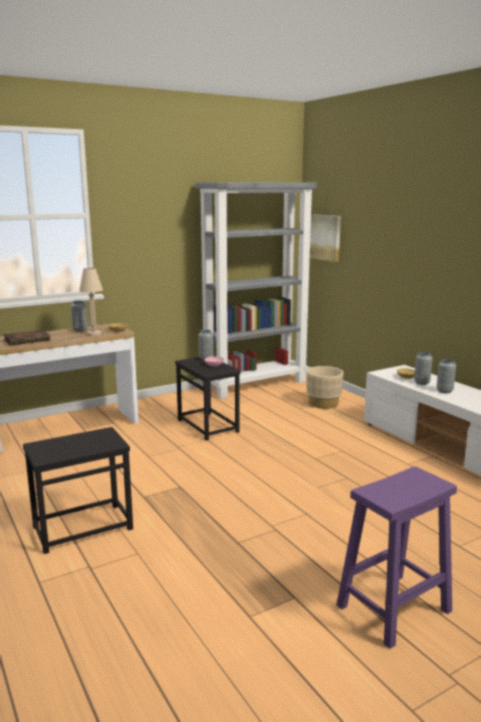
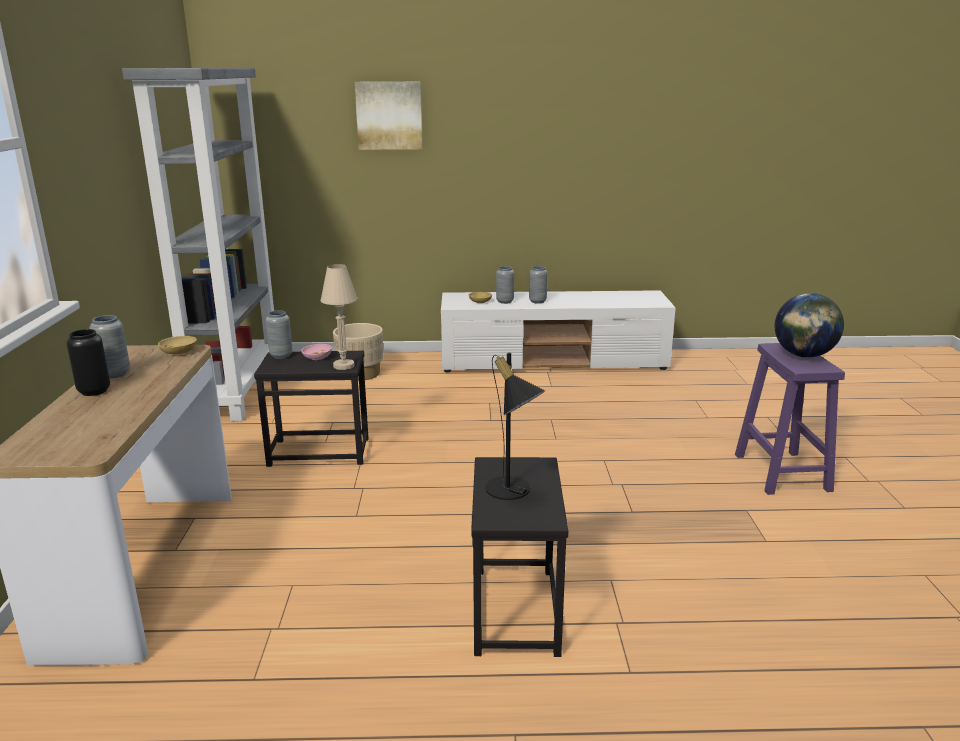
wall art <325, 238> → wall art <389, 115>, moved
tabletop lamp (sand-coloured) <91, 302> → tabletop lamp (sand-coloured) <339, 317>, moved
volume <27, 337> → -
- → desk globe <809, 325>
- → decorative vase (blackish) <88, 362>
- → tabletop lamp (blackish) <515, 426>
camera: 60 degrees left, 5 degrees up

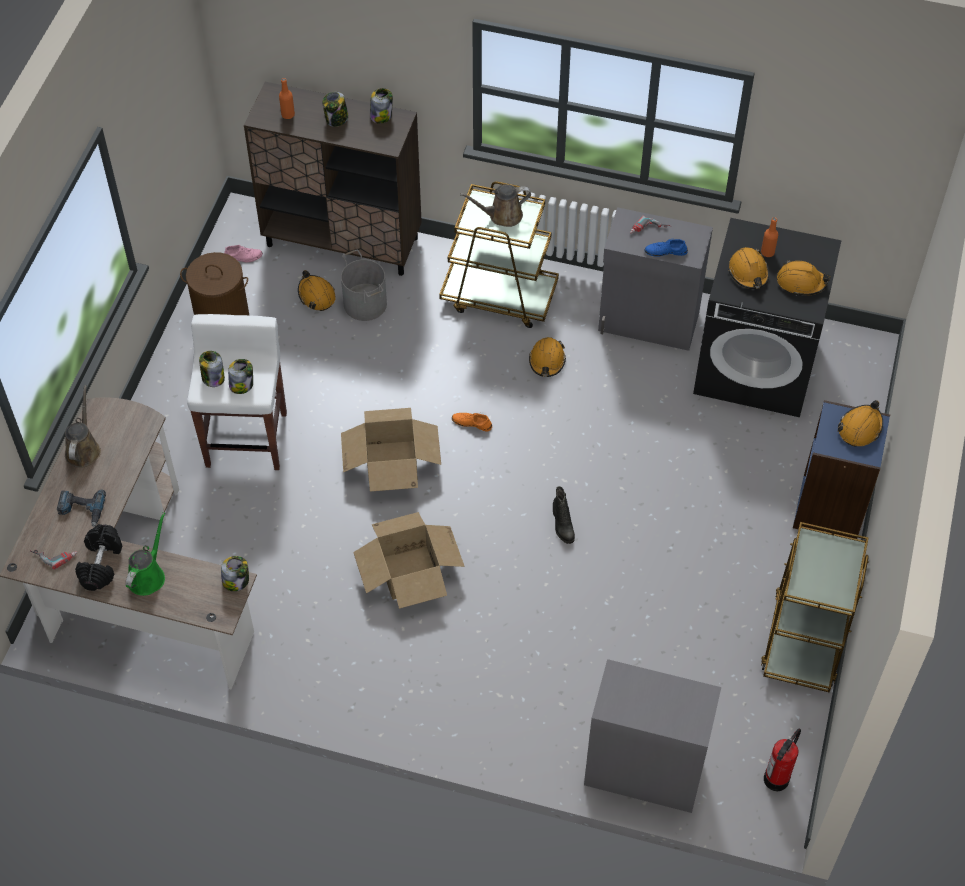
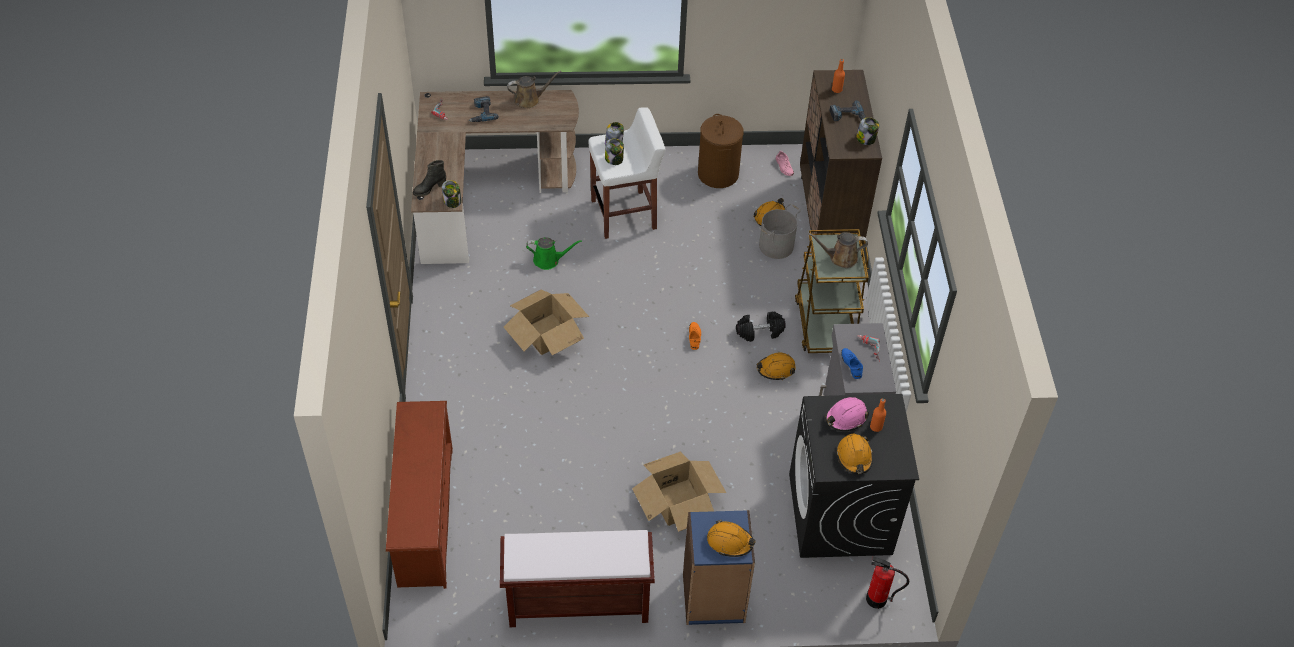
storage jar <335, 109> → electric drill <847, 110>
watering pot (brown-coloured) <495, 205> → watering pot (brown-coloured) <838, 250>, 60 degrees counterclockwise
hard hat (orange-coloured) <748, 268> → hard hat (pink) <847, 414>
packing box <391, 450> → packing box <679, 491>, moved
boot (blackish) <564, 515> → boot (blackish) <429, 178>, moved
watering pot (green-coloured) <145, 554> → watering pot (green-coloured) <554, 253>, moved
cart (brown-coloured) <815, 607> → bench (brown-coloured) <577, 578>
free weight (blackish) <98, 557> → free weight (blackish) <761, 327>, moved
cabinet (gray) <652, 736> → shoe shelf (brown-coloured) <419, 495>
fire-fighting cylinder <782, 759> → fire-fighting cylinder <887, 582>, moved
camera: 70 degrees right, 5 degrees down

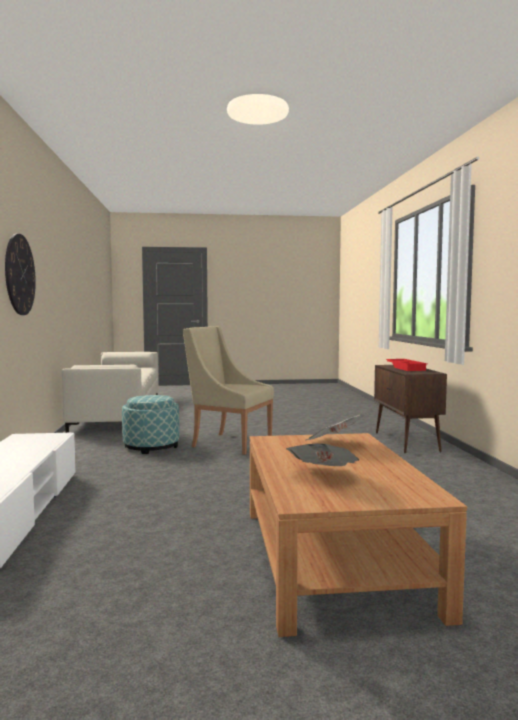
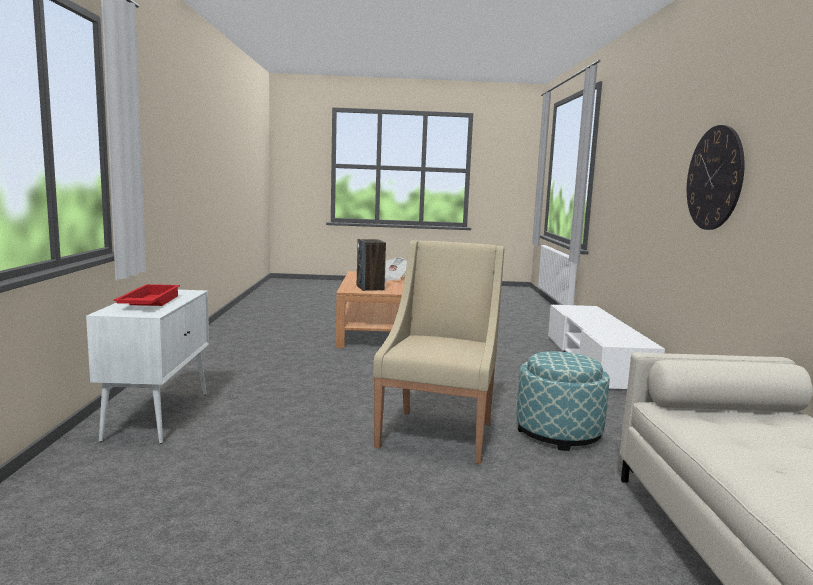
easy chair (sand-coloured) <228, 391> → easy chair (sand-coloured) <438, 352>, 105 degrees counterclockwise
cabinet (brown-coloured) <410, 409> → cabinet (whitish) <147, 367>
printed paper <335, 427> → audio speaker <371, 265>
camera: 175 degrees left, 5 degrees up

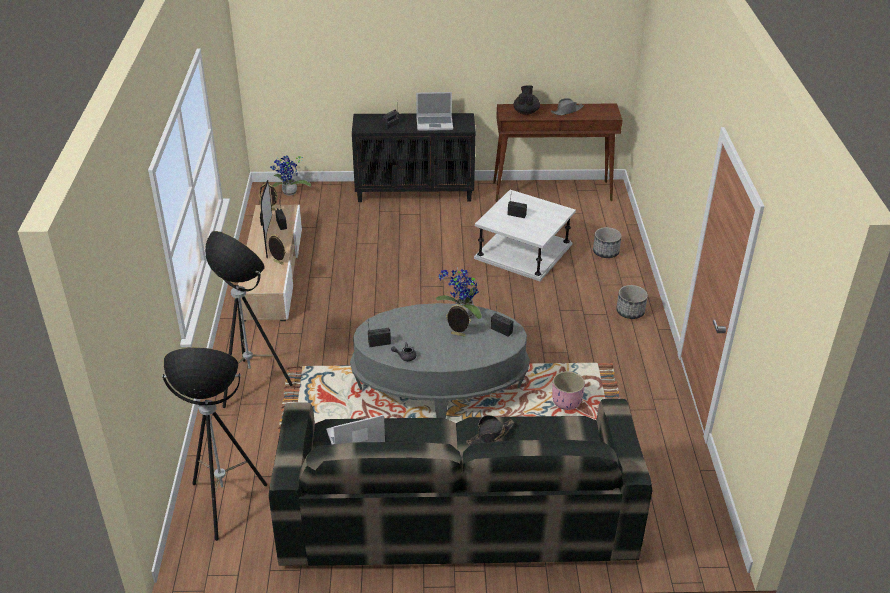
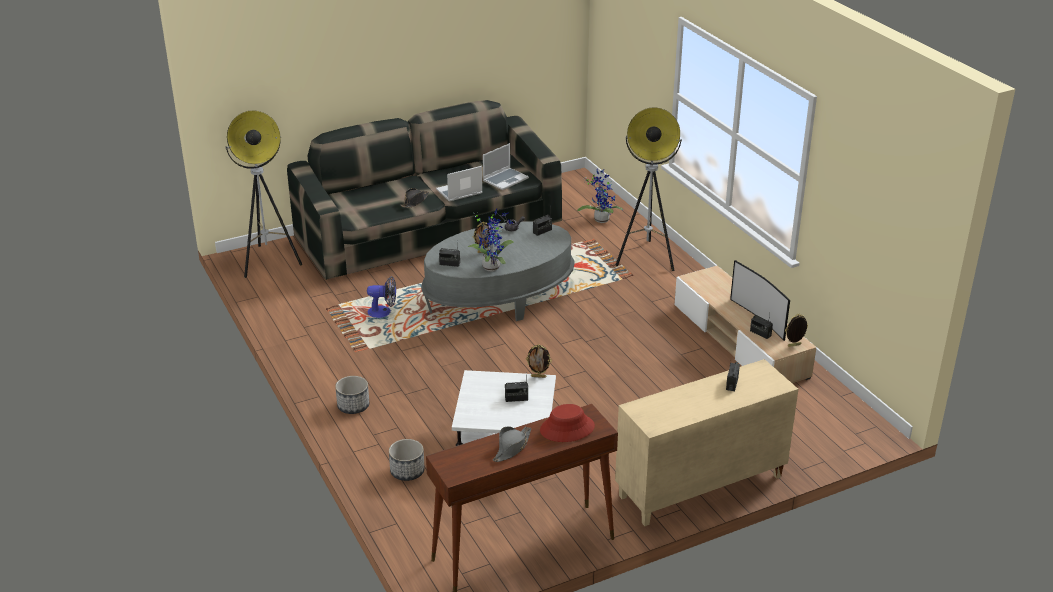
tea pot (blackish) <527, 100> → clothing hat (red) <567, 423>
laptop <434, 111> → laptop <459, 183>, moved
cabinet (blackish) <414, 157> → cabinet (sand-coloured) <706, 442>
plant in a pot <290, 176> → plant in a pot <600, 196>, moved
picture frame <277, 249> → picture frame <539, 361>, moved
standing lamp <214, 444> → standing lamp <263, 194>, moved
planter (pink) <568, 390> → fan <381, 297>
camera: 155 degrees right, 5 degrees down

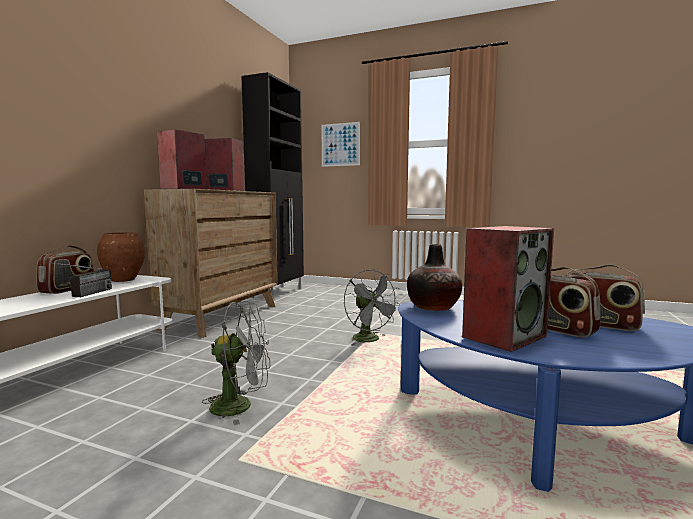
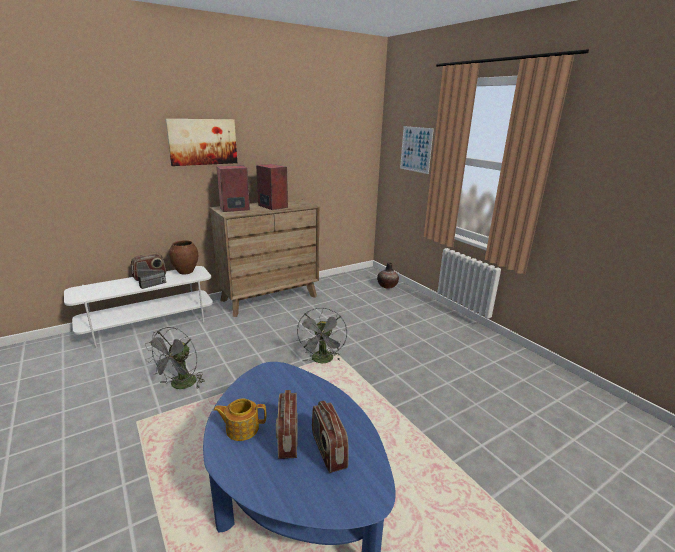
cabinet (blackish) <272, 186> → -
audio speaker <508, 289> → tea pot <239, 419>
decorative vase <434, 277> → decorative vase <388, 275>, moved
fan (gray) <235, 363> → fan (gray) <175, 358>, 75 degrees clockwise
- → wall art <201, 142>
camera: 35 degrees right, 15 degrees up

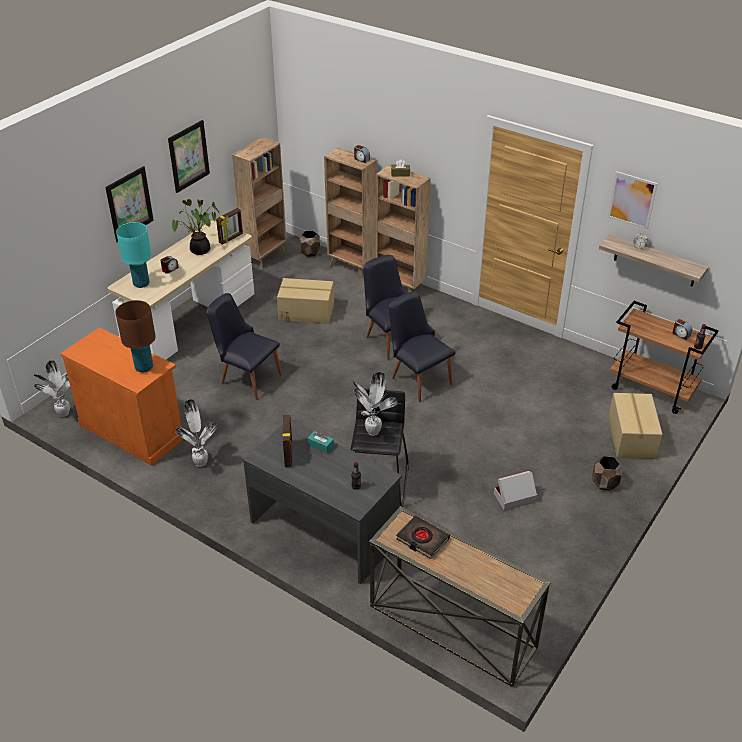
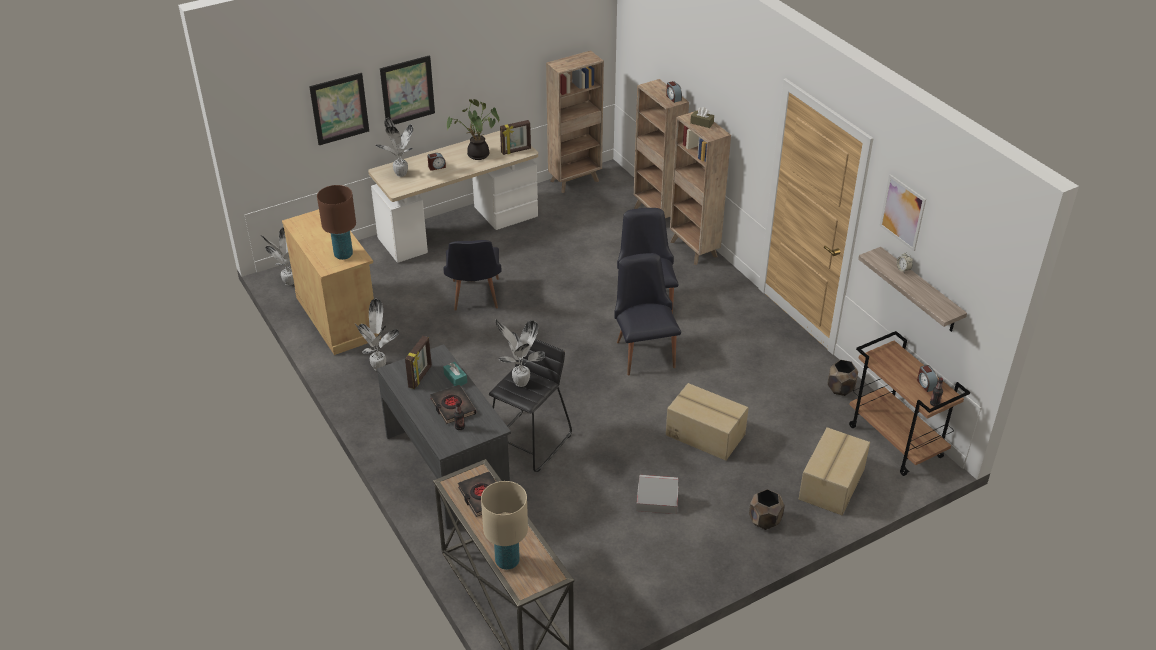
wall art <189, 156> → wall art <339, 109>, moved
tabletop lamp (blue-green) <133, 255> → plant in a pot <394, 147>
planter (brown-coloured) <310, 244> → planter (brown-coloured) <843, 378>, moved
packing box <305, 301> → packing box <707, 422>, moved
plain chair (blackish) <244, 346> → plain chair (blackish) <472, 275>, 150 degrees counterclockwise
cabinet (orange-coloured) <121, 396> → cabinet (sand-coloured) <331, 282>
- → volume (blackish) <453, 404>
- → tabletop lamp (sand-coloured) <504, 525>
camera: 25 degrees right, 0 degrees up

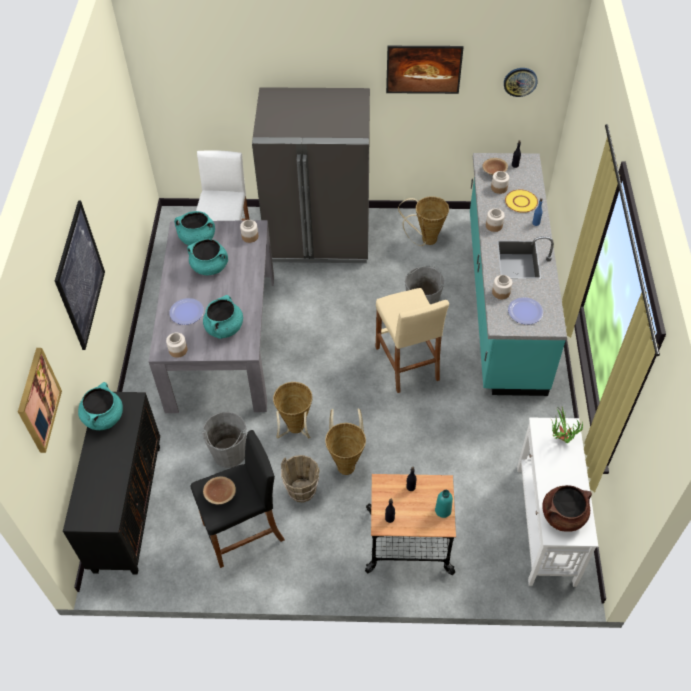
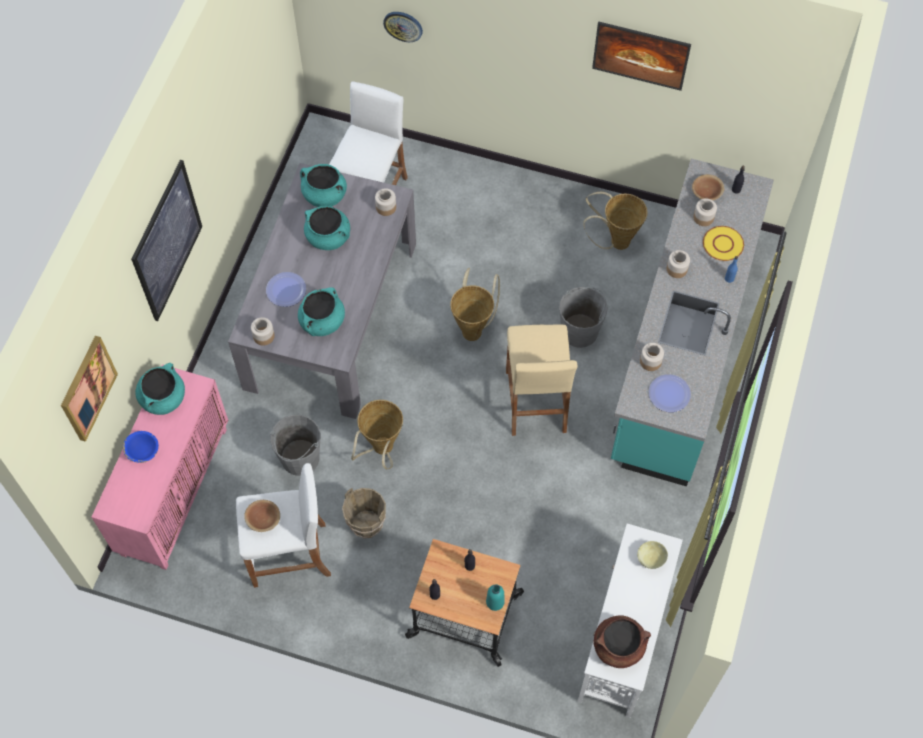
wall clock <521, 82> → wall clock <403, 27>, moved
refrigerator (gray) <311, 175> → -
cabinet (blackish) <111, 483> → cabinet (pink) <159, 467>
plant in a pot <567, 425> → deep dish (sand-coloured) <652, 555>
household basket <345, 442> → household basket <475, 304>, moved
stool seat (blackish) <237, 499> → stool seat (whitish) <283, 525>
- → deep dish (bluish) <141, 447>
camera: 15 degrees right, 10 degrees up

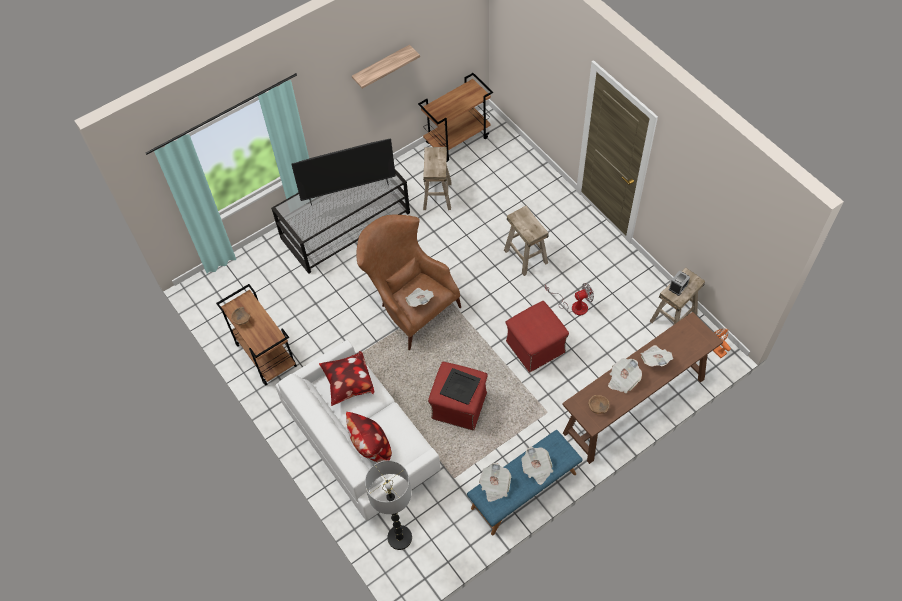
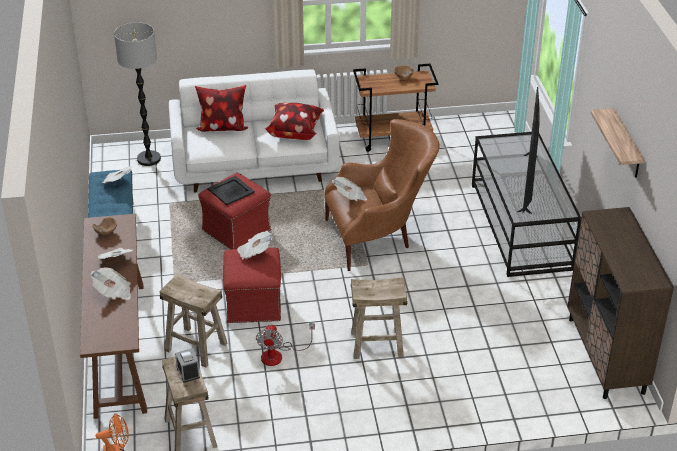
cart (brown-coloured) <455, 117> → cabinet (brown-coloured) <620, 303>
stool seat (sand-coloured) <437, 178> → stool seat (sand-coloured) <194, 320>, moved
printed paper <537, 466> → printed paper <255, 245>, moved
camera: 115 degrees right, 20 degrees down

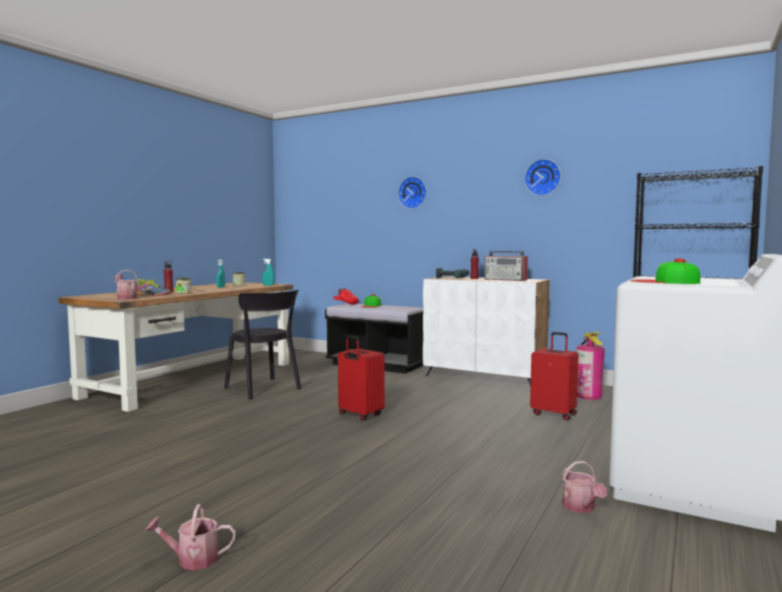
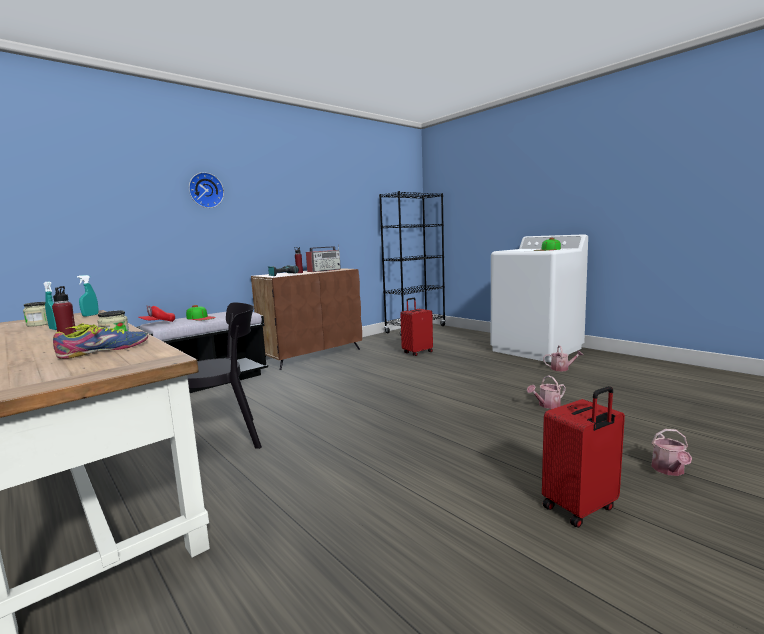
wall clock <542, 177> → -
watering pot <126, 285> → watering pot <546, 392>, moved
cabinet (whitish) <486, 331> → cabinet (brown-coloured) <306, 319>
fire-fighting cylinder <590, 366> → -
travel case (red) <361, 378> → travel case (red) <583, 457>, moved
camera: 70 degrees left, 5 degrees up

